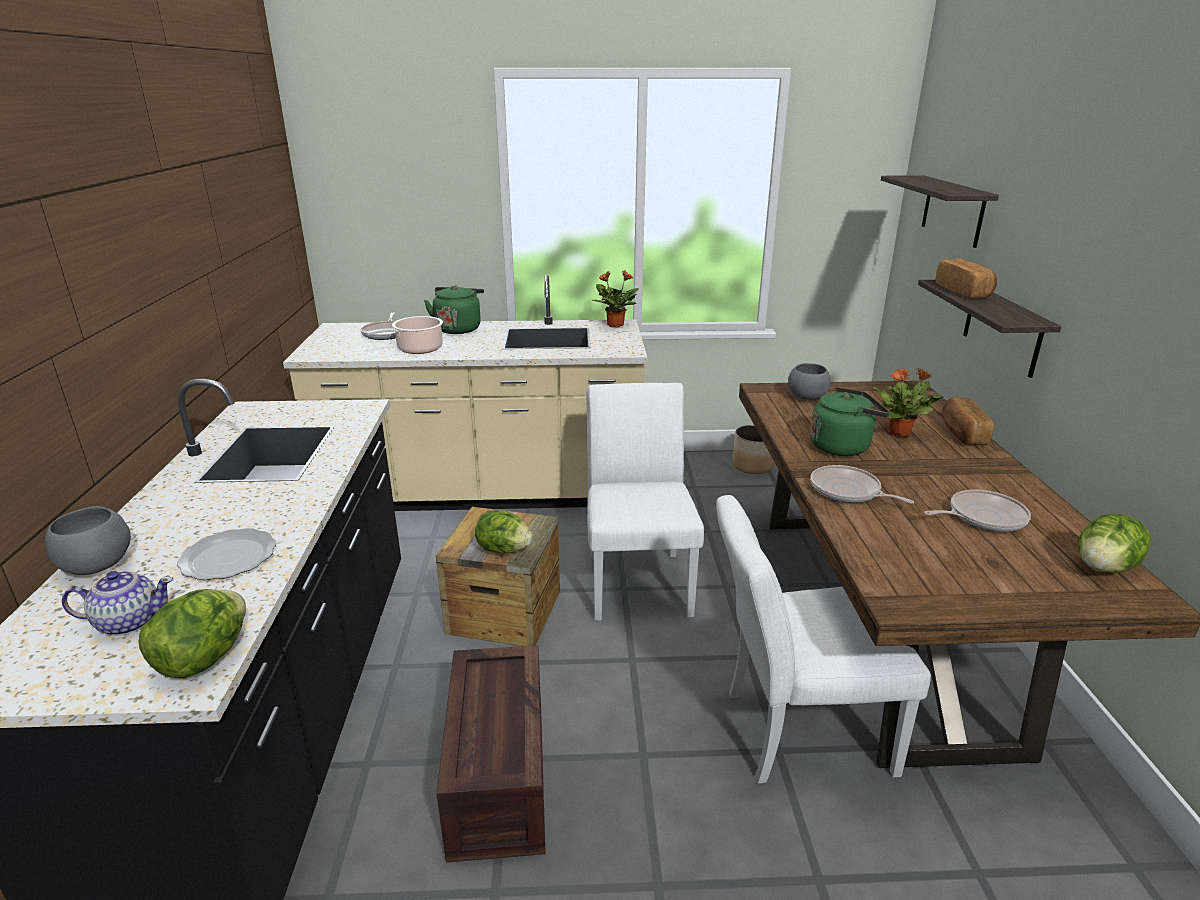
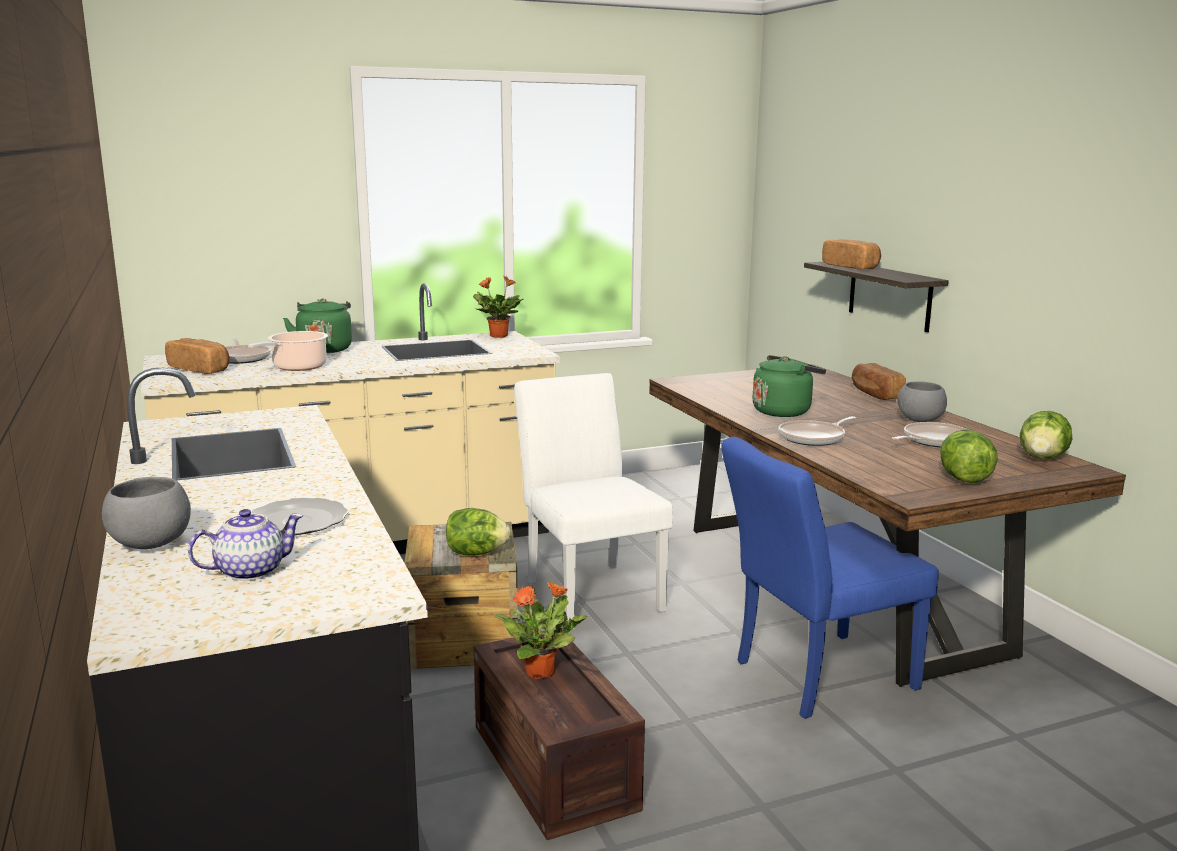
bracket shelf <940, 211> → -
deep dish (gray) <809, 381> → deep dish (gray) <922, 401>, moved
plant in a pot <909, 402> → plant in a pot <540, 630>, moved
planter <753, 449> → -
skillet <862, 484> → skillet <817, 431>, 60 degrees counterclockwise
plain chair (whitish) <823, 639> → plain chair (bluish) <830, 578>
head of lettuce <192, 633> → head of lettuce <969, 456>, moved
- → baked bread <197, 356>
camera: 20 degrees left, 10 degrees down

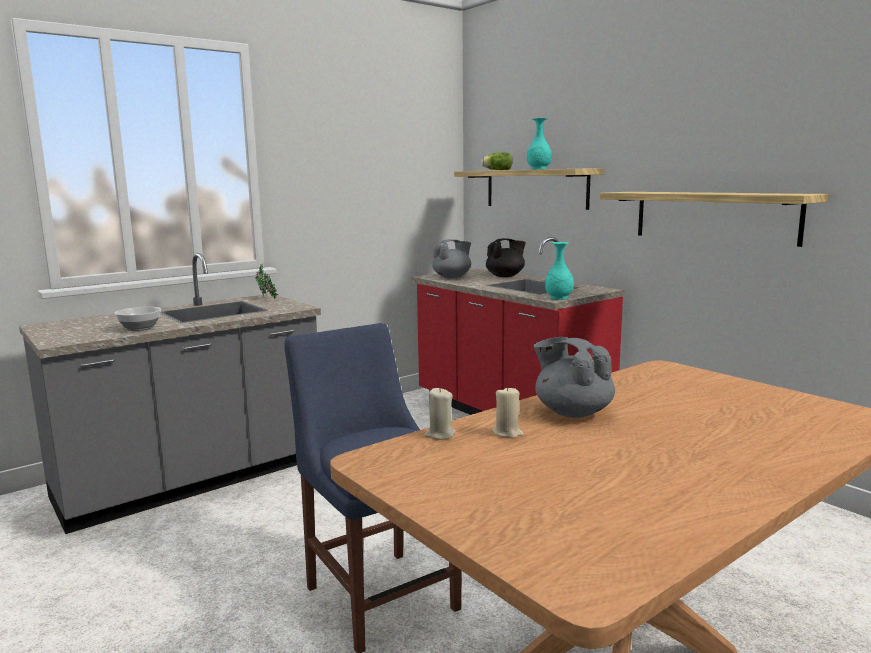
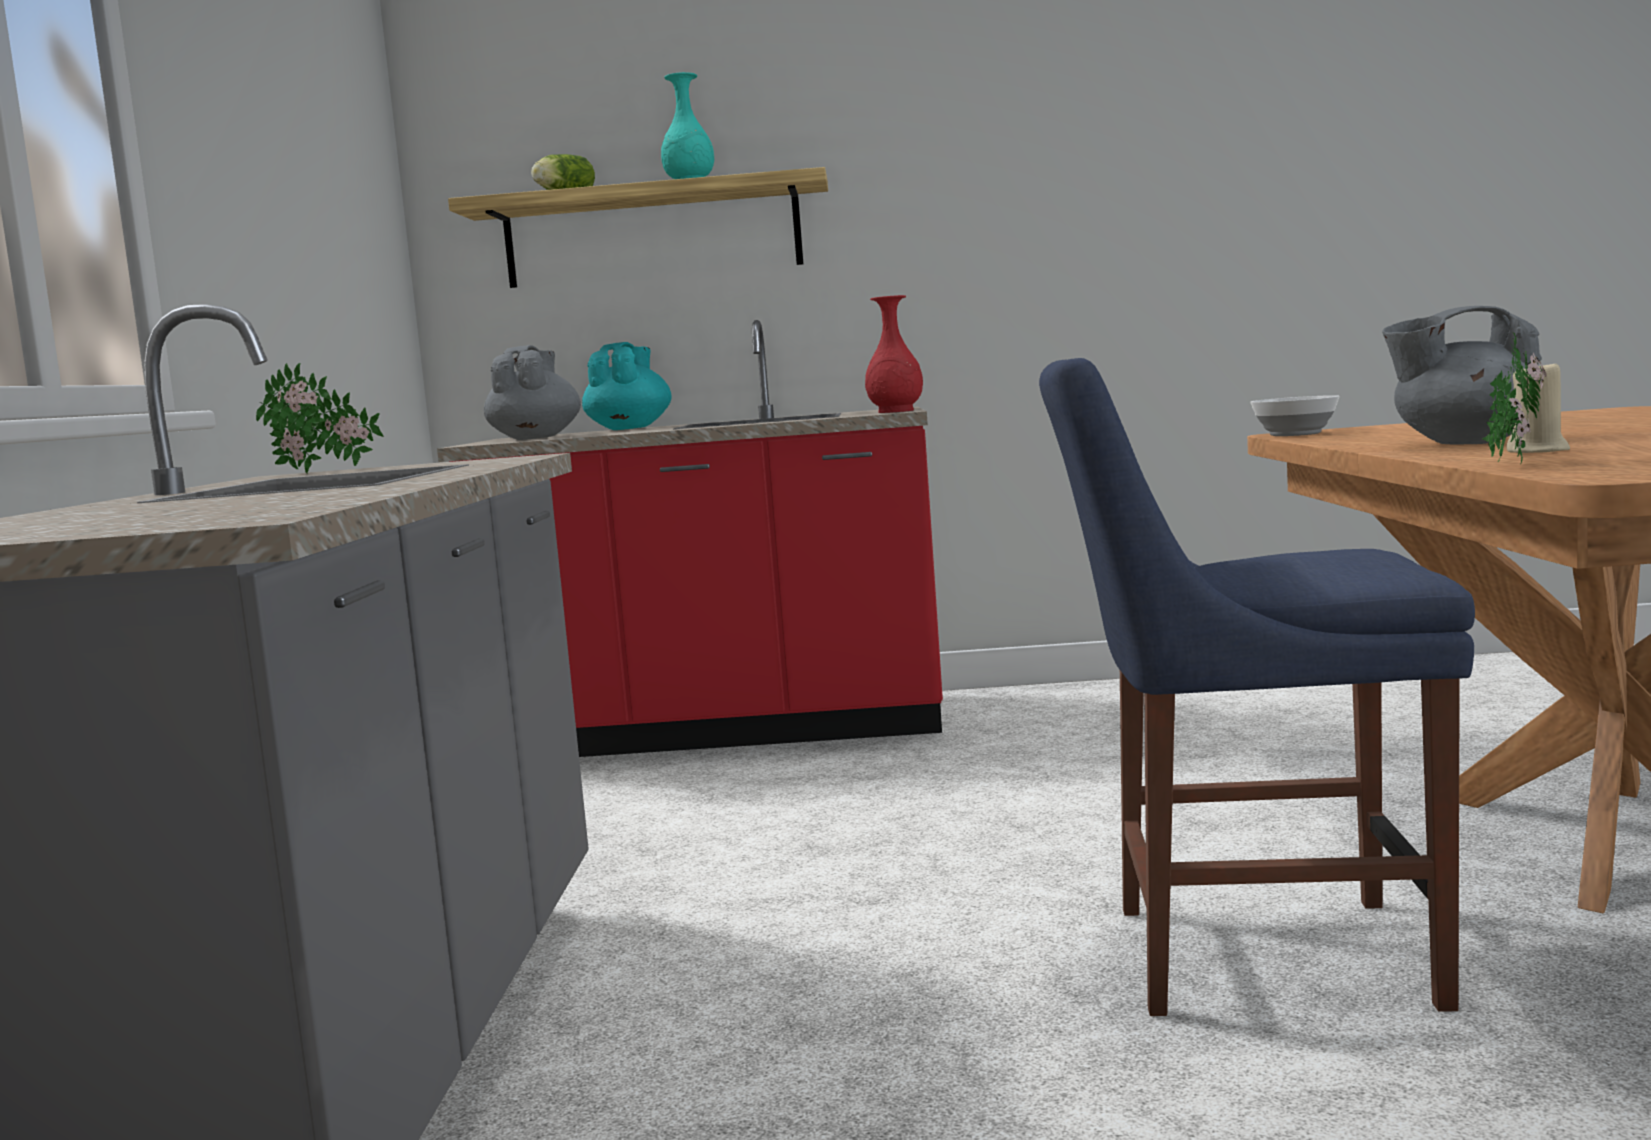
bracket shelf <714, 219> → -
tea pot (blackish) <506, 257> → tea pot (blue-green) <627, 386>
decorative vase (blue-green) <559, 271> → decorative vase (red) <894, 354>
deep dish <138, 319> → deep dish <1295, 415>, moved
wax candle (sand-coloured) <440, 414> → plant in a pot <1514, 398>
camera: 50 degrees left, 5 degrees down

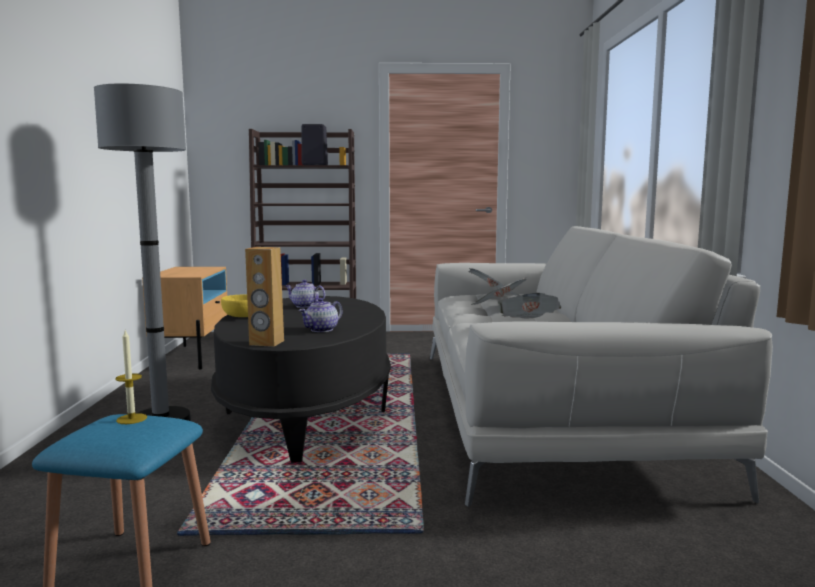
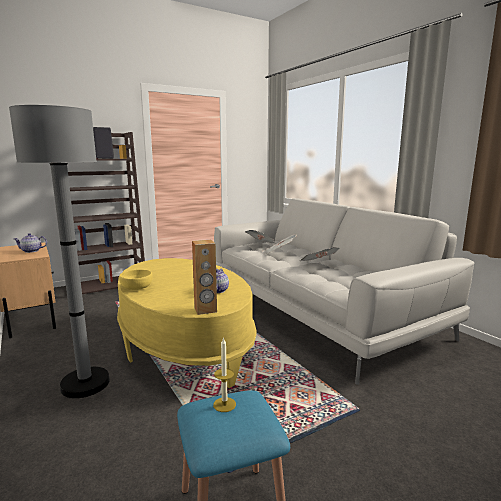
tea pot <305, 294> → tea pot <30, 243>, moved
low table (blackish) <301, 379> → low table (yellowish) <187, 323>
camera: 30 degrees left, 5 degrees up

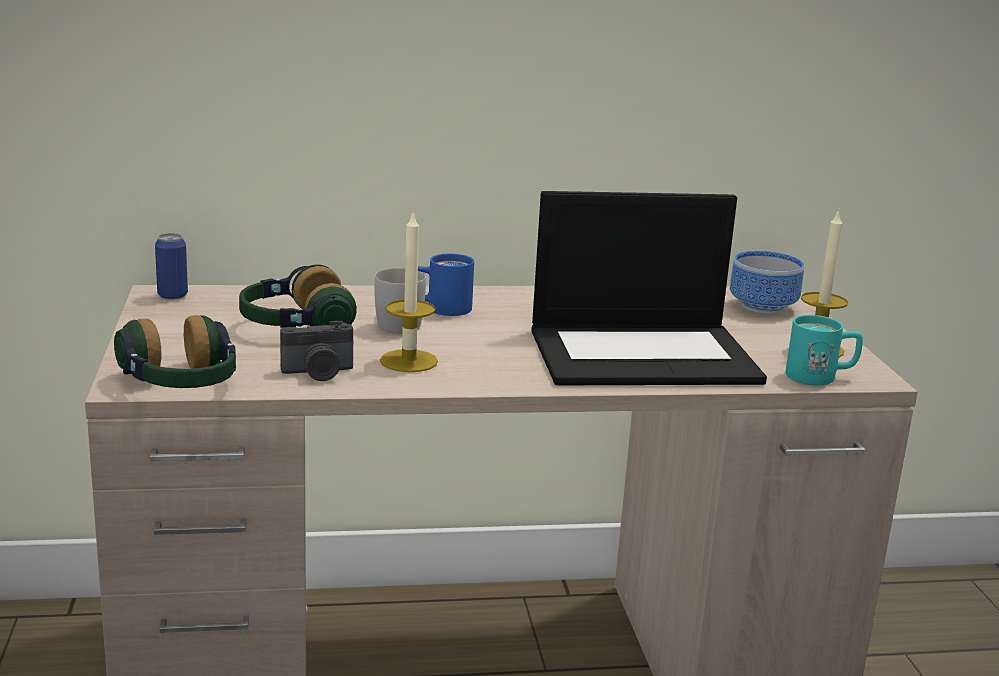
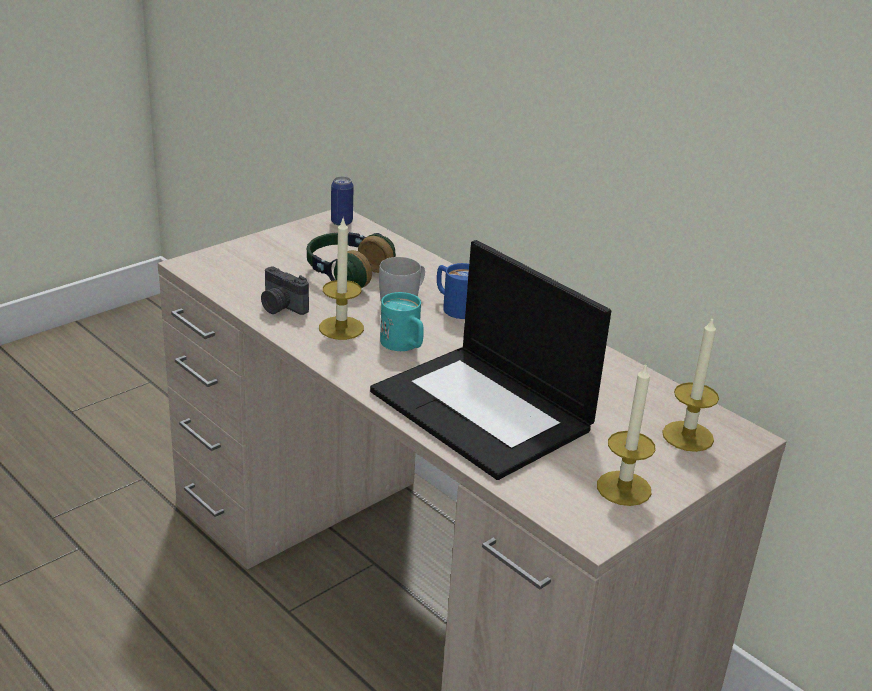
deep dish <767, 282> → wax candle <690, 384>
headphones <175, 351> → -
coffee mug (blue-green) <824, 350> → coffee mug (blue-green) <402, 321>, moved
camera: 55 degrees right, 10 degrees up

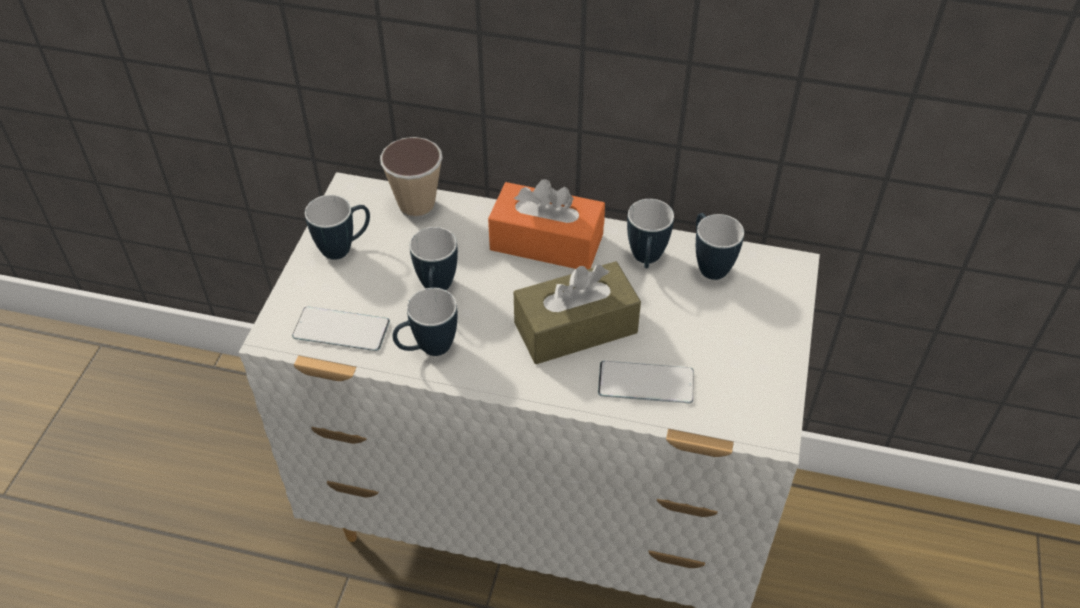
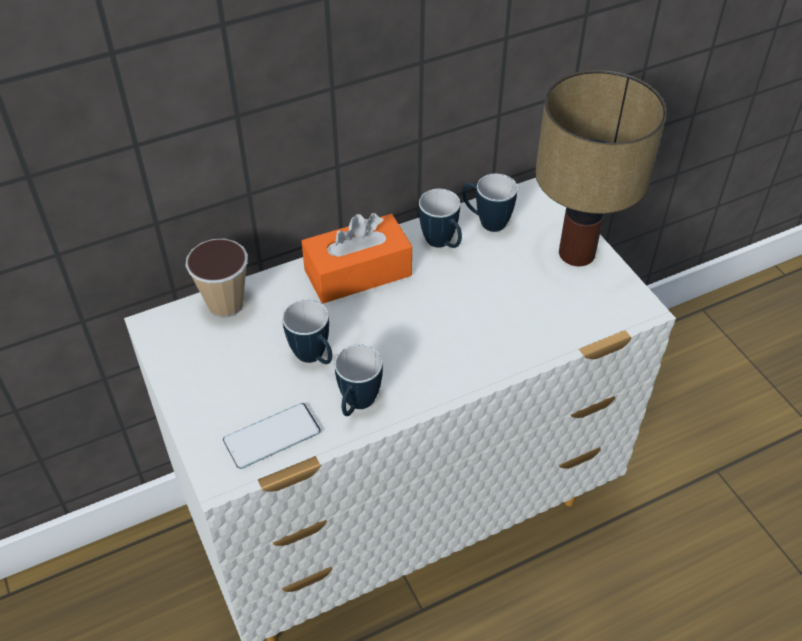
coffee mug <337, 227> → -
tissue box (brown-coloured) <577, 312> → -
handset <646, 382> → -
- → tabletop lamp <601, 168>
camera: 40 degrees left, 0 degrees up

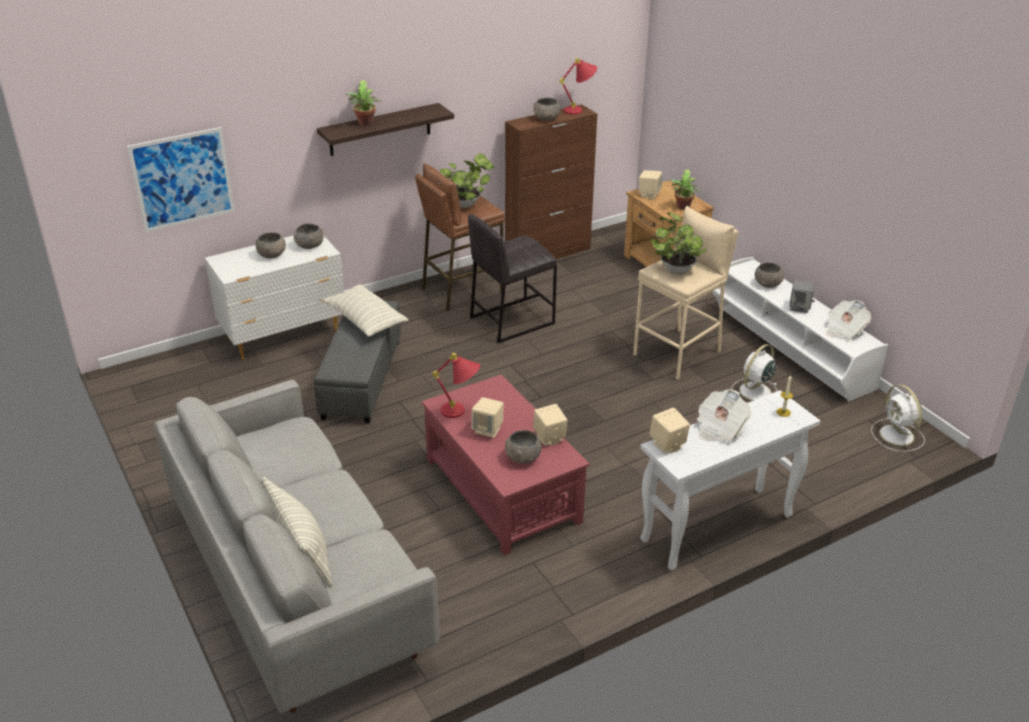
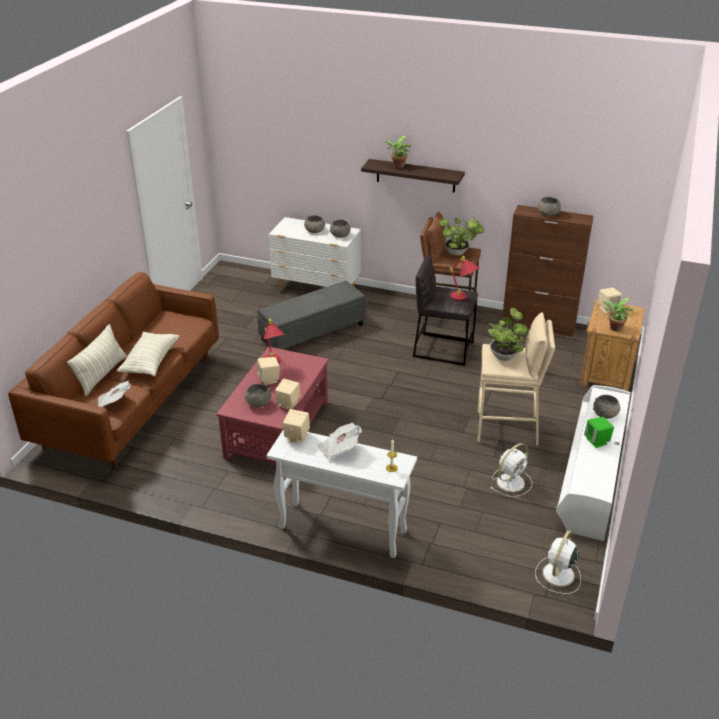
tabletop lamp (red) <578, 86> → tabletop lamp (red) <464, 278>, moved
wall art <181, 179> → -
audio speaker (gray) <801, 296> → audio speaker (green-coloured) <599, 432>
throw pillow <365, 310> → throw pillow <148, 354>, moved
printed paper <848, 320> → printed paper <114, 394>, moved
fan (whitish) <754, 372> → fan (whitish) <511, 470>, 135 degrees clockwise
sofa (gray) <296, 546> → sofa (brown-coloured) <113, 370>
camera: 50 degrees right, 0 degrees up

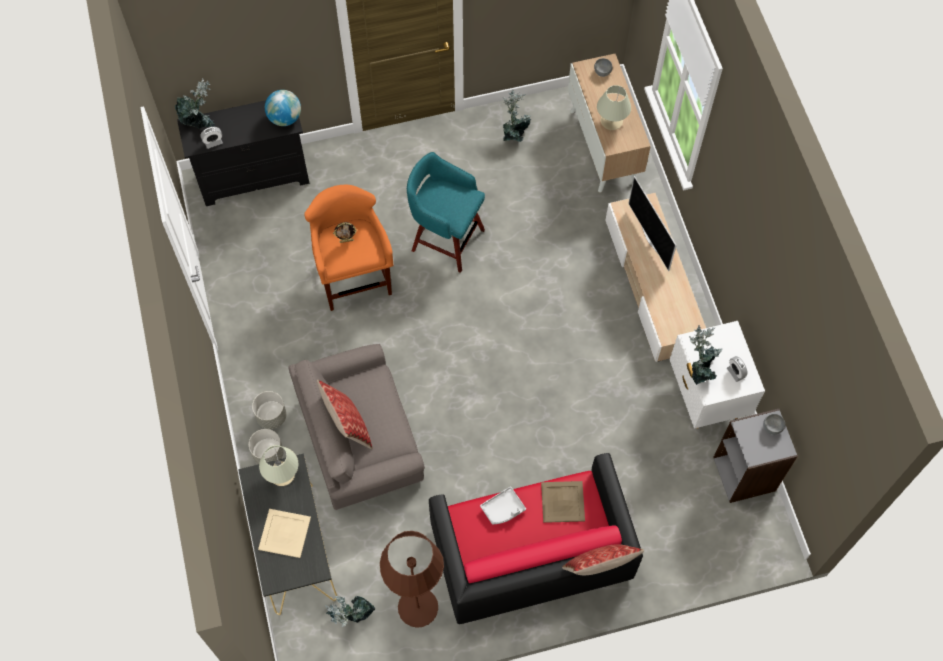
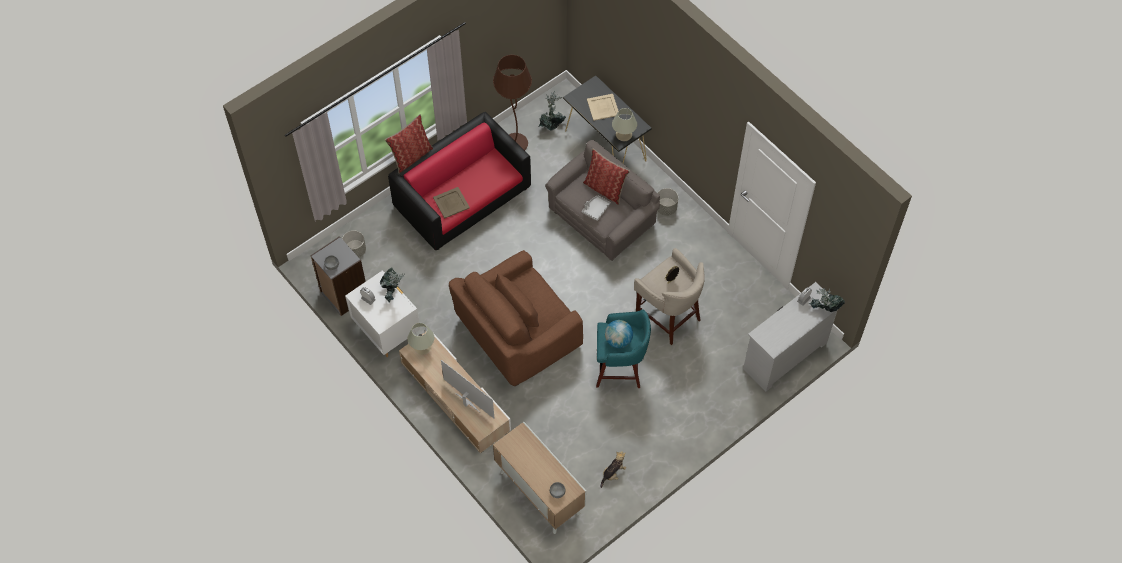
tabletop lamp (sand-coloured) <614, 107> → tabletop lamp (sand-coloured) <420, 339>, moved
plant in a pot <517, 115> → soft toy <613, 469>
desk globe <283, 108> → desk globe <619, 334>, moved
dresser (blackish) <243, 153> → dresser (whitish) <792, 336>
stool seat (orange-coloured) <348, 248> → stool seat (sand-coloured) <669, 296>
planter (gray) <266, 446> → planter (gray) <354, 244>, moved
carrying tray (gray) <503, 505> → carrying tray (gray) <596, 208>, moved
- → easy chair (brown-coloured) <516, 318>
camera: 155 degrees right, 5 degrees down

